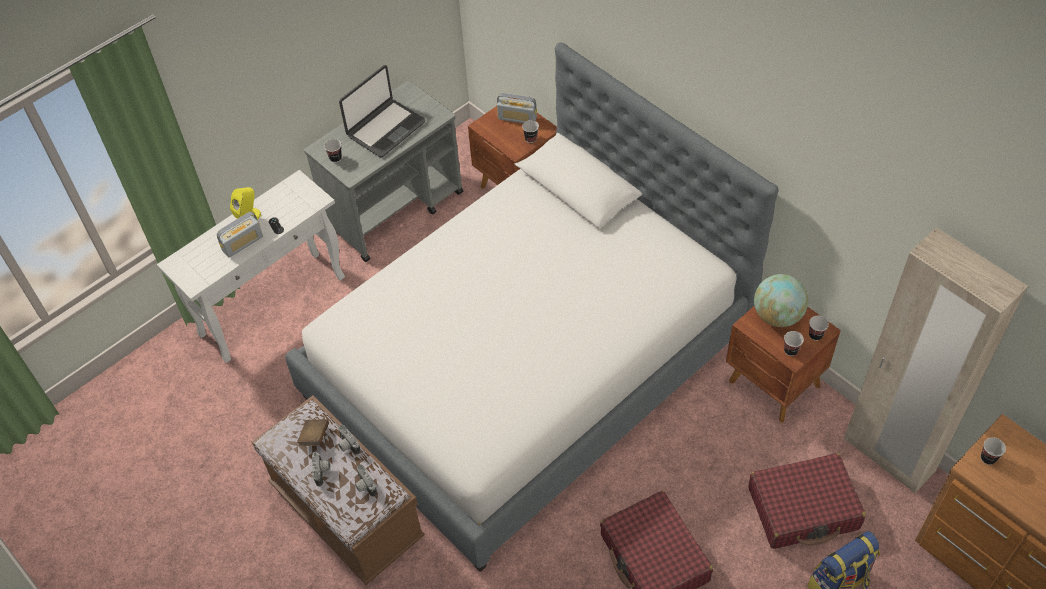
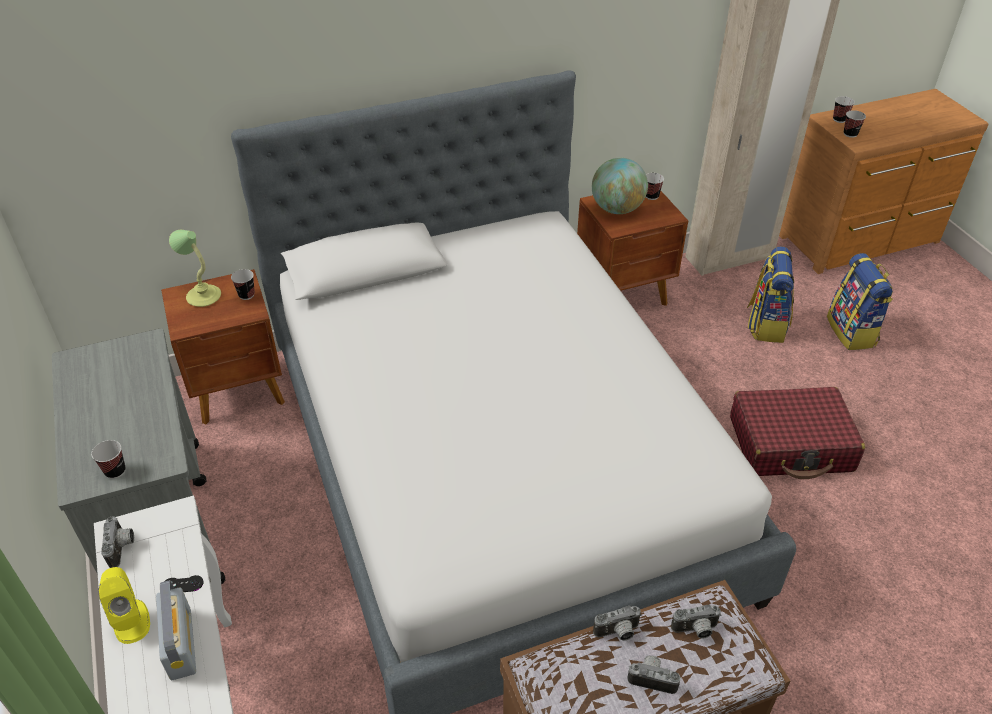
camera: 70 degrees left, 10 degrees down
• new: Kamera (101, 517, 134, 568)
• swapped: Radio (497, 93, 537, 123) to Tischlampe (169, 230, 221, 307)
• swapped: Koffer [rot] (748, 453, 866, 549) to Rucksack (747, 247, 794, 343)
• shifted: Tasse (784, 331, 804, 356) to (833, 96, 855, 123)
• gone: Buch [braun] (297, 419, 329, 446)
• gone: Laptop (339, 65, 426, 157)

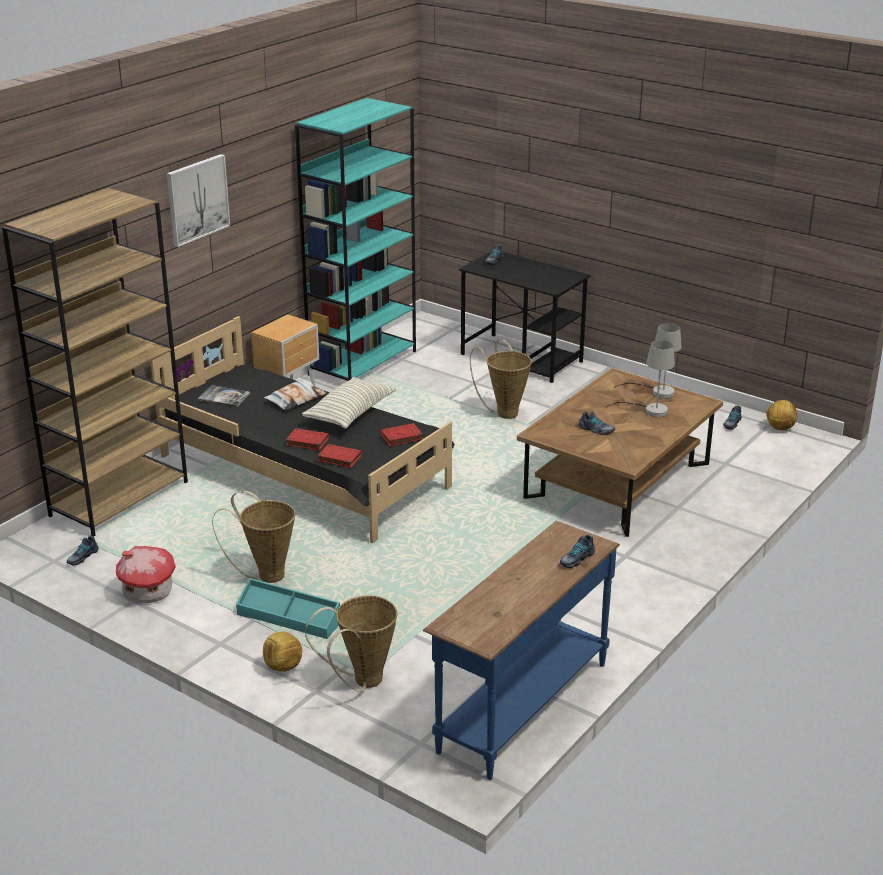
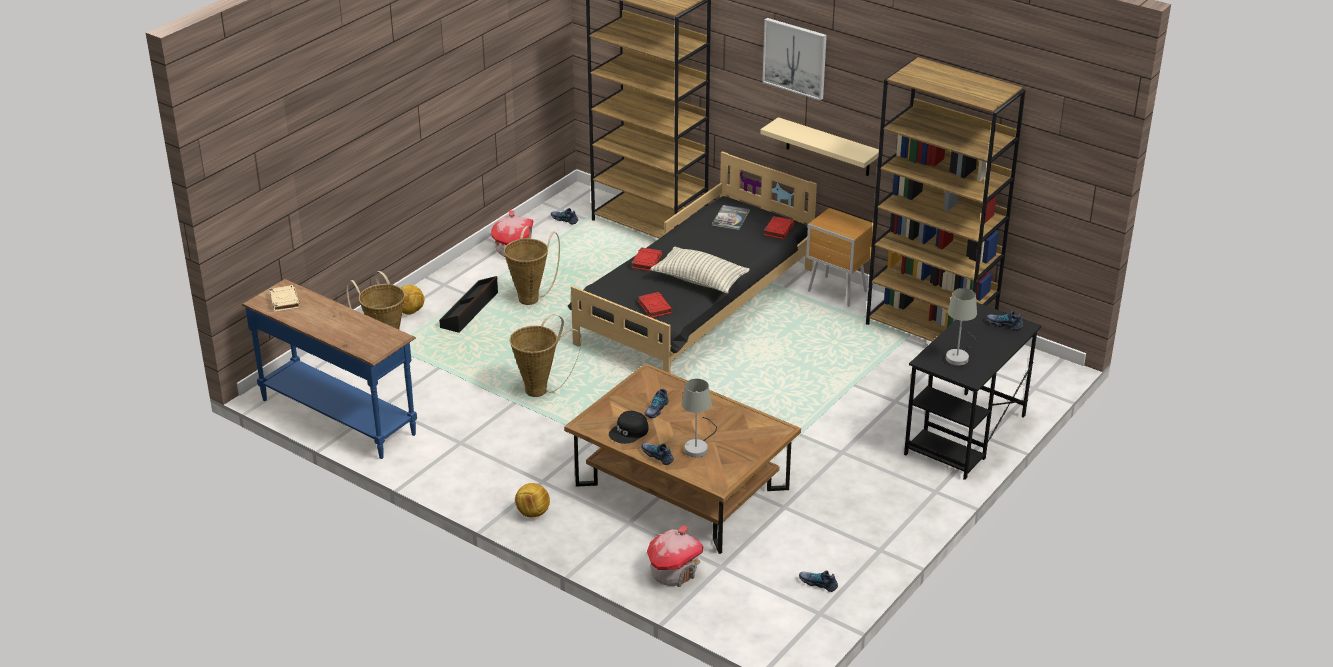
camera: 90 degrees right, 5 degrees up
• new: Buch [beige] (269, 285, 300, 312)
• repainted: Aufbewahrungsbox [türkis] (236, 578, 340, 639) to Aufbewahrungsbox [schwarz] (439, 276, 498, 333)
• shifted: Korb (470, 340, 532, 419) to (510, 315, 581, 397)
• shifted: Fußball (766, 400, 797, 430) to (515, 483, 550, 518)
• new: Kappe [schwarz] (609, 411, 648, 444)
• shifted: Schuh (560, 535, 595, 568) to (641, 442, 674, 465)
• new: Spielzeughaus (647, 525, 703, 587)
• new: Wandregal [beige] (760, 117, 879, 176)
• shifted: Buch [rot] (317, 444, 362, 468) to (764, 216, 795, 239)
• repainted: Bücherregal [türkis] (295, 98, 416, 381) to Bücherregal [braun] (866, 57, 1025, 342)
• shifted: Tischlampe [grau] (614, 323, 682, 399) to (946, 288, 977, 366)
• gone: Kissen (264, 379, 326, 411)

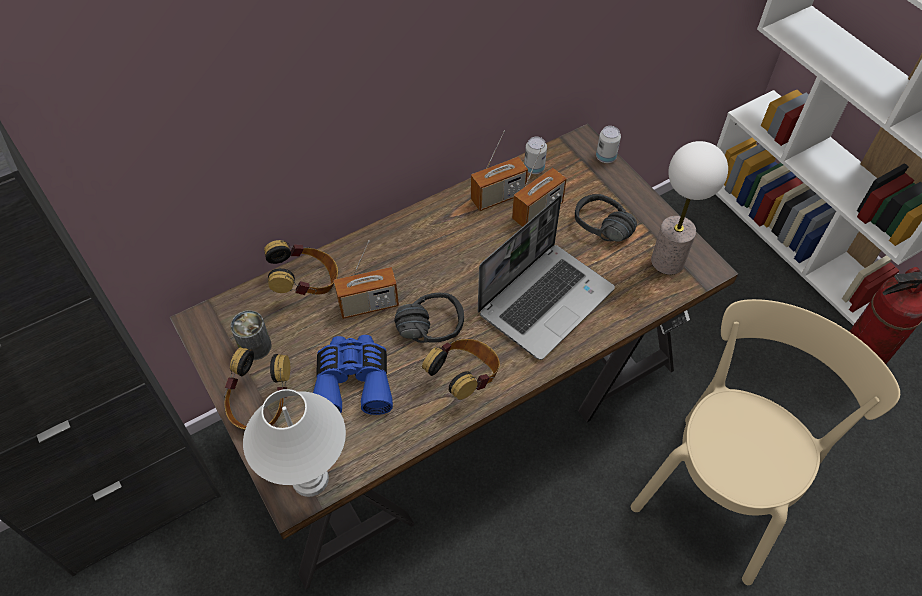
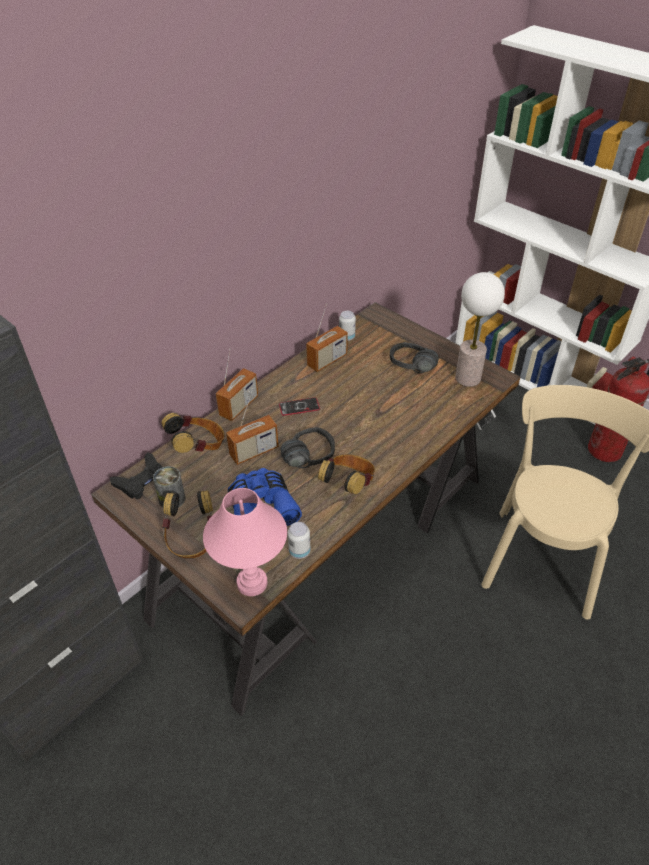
camera: 15 degrees left, 10 degrees down
• new: Gamepad [schwarz] (110, 452, 162, 499)
• repainted: Tischlampe [weiß] (243, 389, 346, 497) to Tischlampe [rosa] (203, 488, 287, 596)
• shifted: Radio (512, 144, 567, 227) to (216, 348, 258, 421)
• new: Handy (279, 397, 320, 416)
• shifted: Dose (596, 126, 621, 163) to (288, 522, 310, 559)
• gone: Laptop (478, 195, 615, 360)

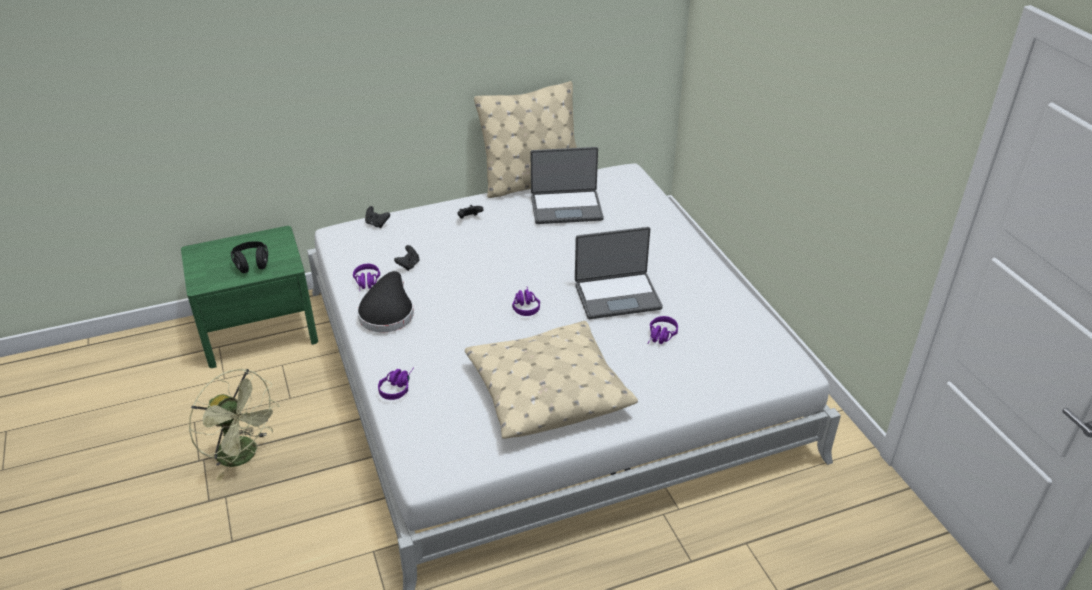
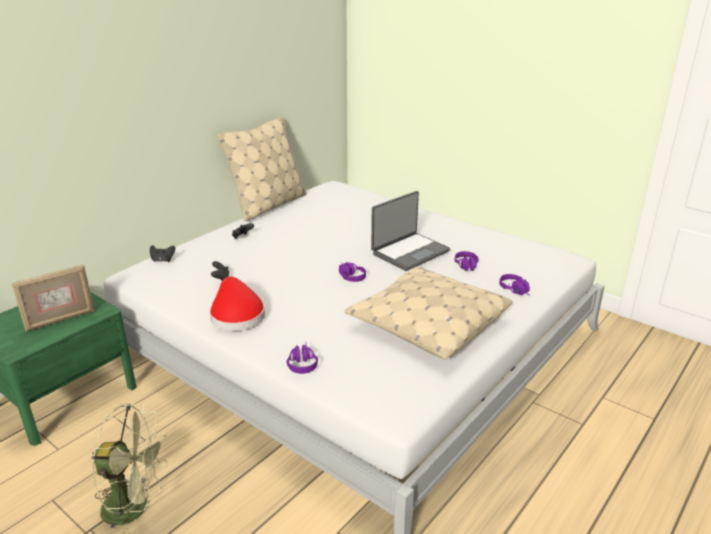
camera: 30 degrees left, 10 degrees down
• swapped: Kopfhörer [schwarz] (231, 241, 268, 273) to Bilderrahmen (12, 265, 95, 332)
• repainted: Hut [schwarz] (357, 271, 414, 333) to Hut [rot] (209, 276, 265, 331)
• shifted: Kopfhörer [lila] (353, 264, 380, 292) to (500, 274, 530, 295)
• gone: Laptop (531, 147, 604, 224)

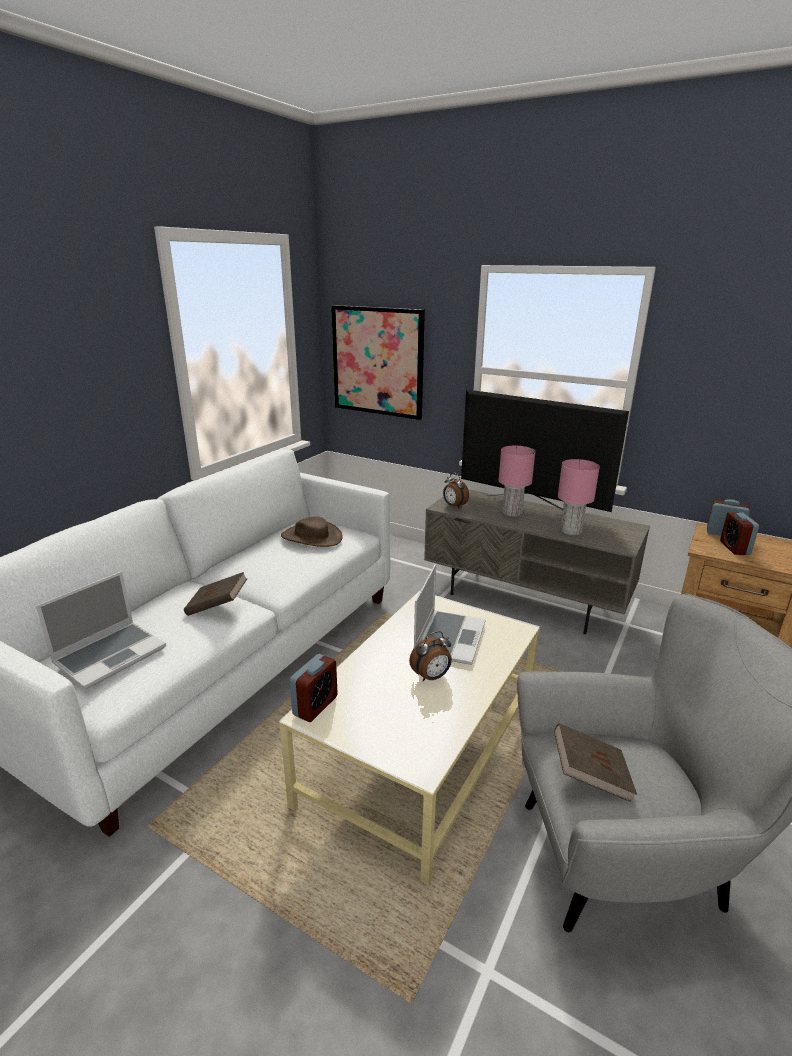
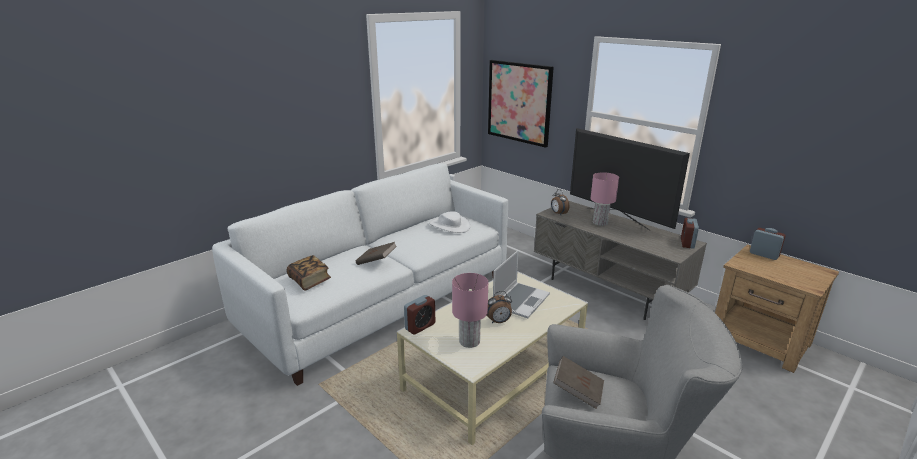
camera: 15 degrees right, 0 degrees up
• swapped: Laptop (36, 571, 166, 689) to Buch (287, 255, 331, 291)
• repainted: Hut [braun] (281, 516, 343, 547) to Hut [weiß] (429, 211, 471, 233)
• shifted: Tischlampe [rosa] (558, 459, 600, 535) to (452, 273, 488, 348)
• shifted: Wecker (720, 512, 759, 555) to (681, 218, 699, 249)

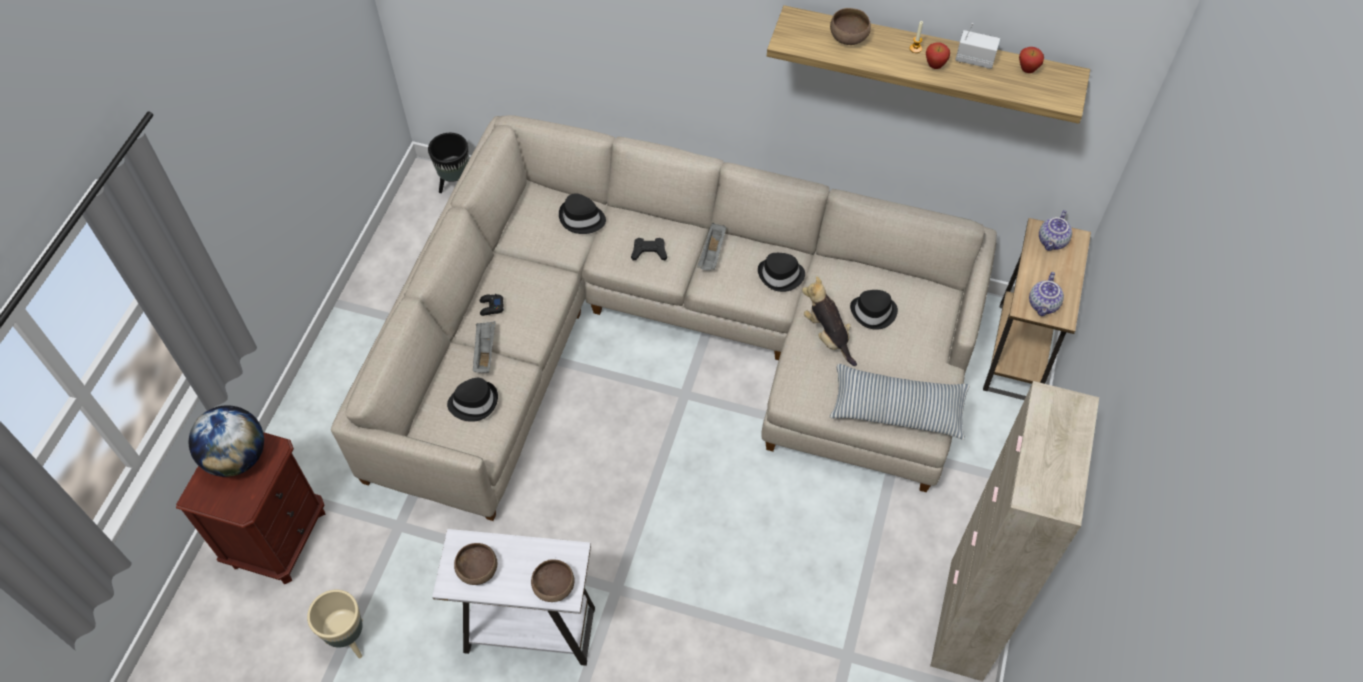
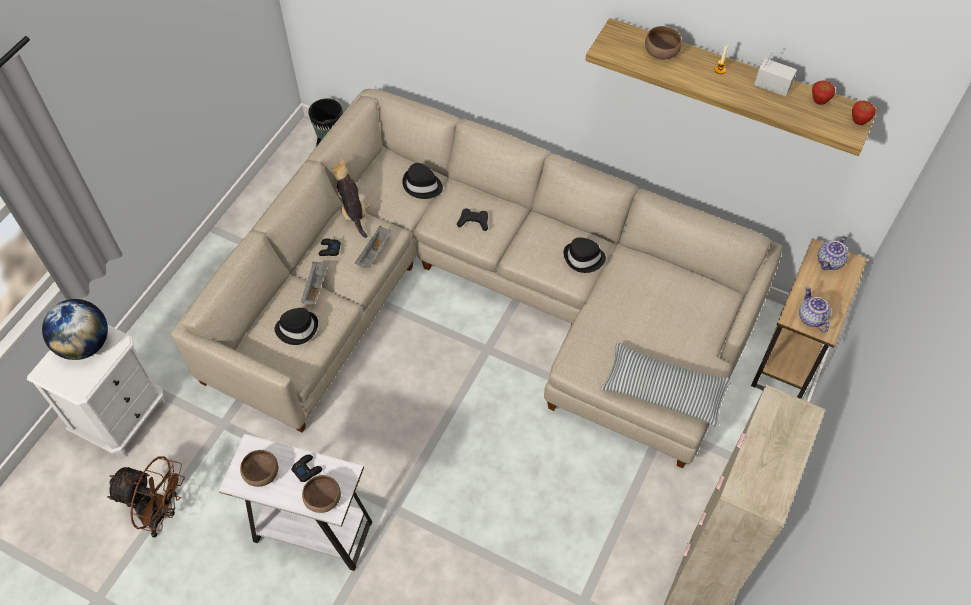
camera: 10 degrees right, 0 degrees up
• repainted: Nachttisch [braun] (176, 432, 325, 584) to Nachttisch [weiß] (27, 325, 165, 458)
• swapped: Pflanzkübel [beige] (307, 590, 363, 658) to Ventilator [braun] (107, 456, 185, 538)
• new: Gamepad [schwarz] (292, 454, 322, 482)
• shifted: Plüschtier (802, 276, 857, 366) to (332, 158, 370, 238)
• shifted: Tablett [grau] (697, 223, 726, 270) to (355, 226, 391, 268)
• rotated: Teekanne (1029, 272, 1064, 316) = (799, 286, 831, 332) 135 degrees clockwise
• shifted: Apfel (926, 42, 950, 69) to (852, 101, 876, 125)
• gone: Hut [schwarz] (850, 290, 898, 330)

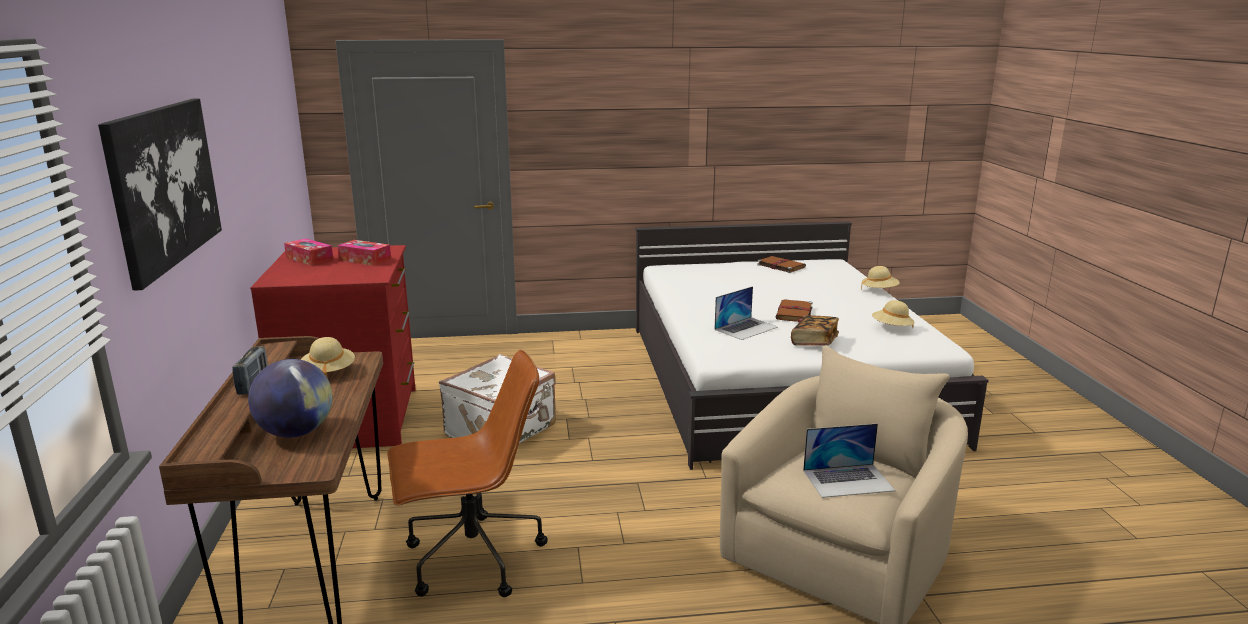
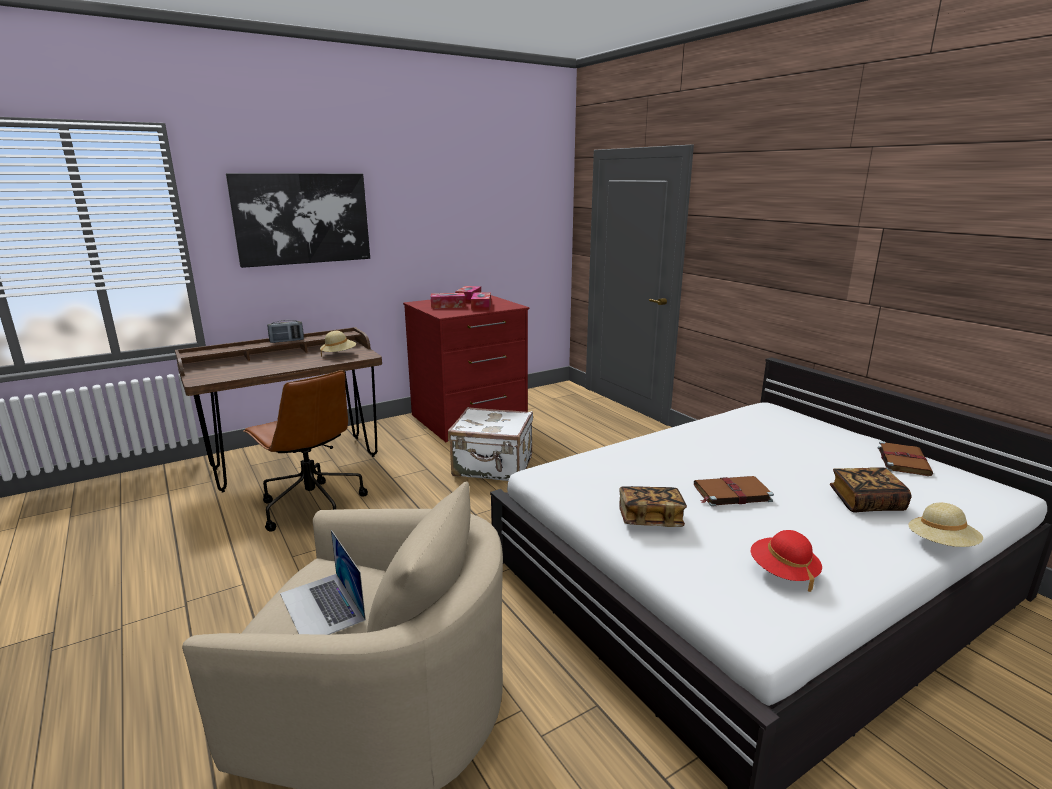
camera: 65 degrees right, 0 degrees up
• new: Taschentuchbox (431, 293, 465, 309)
• repainted: Hut [beige] (872, 300, 915, 327) to Hut [rot] (751, 530, 822, 592)
• new: Buch (830, 467, 911, 512)
• gone: Globus (248, 359, 333, 438)
• gone: Laptop (714, 286, 778, 340)

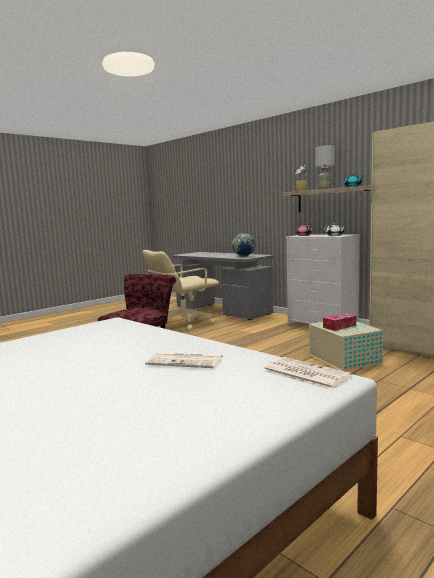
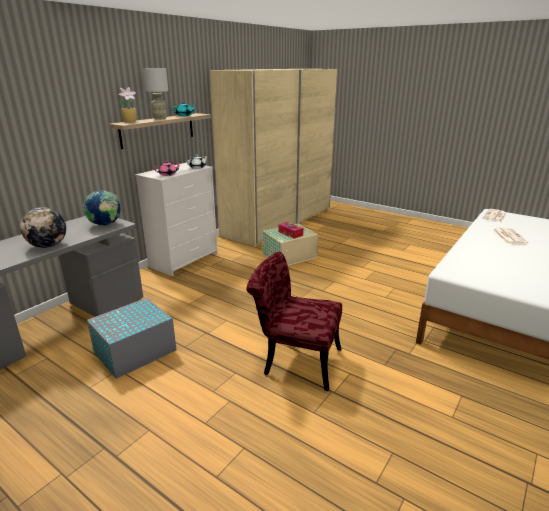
camera: 100 degrees left, 15 degrees up
• new: Globus (20, 207, 66, 248)
• swapped: Bürostuhl [beige] (142, 250, 219, 330) to Aufbewahrungsbox [grau] (87, 298, 176, 379)

